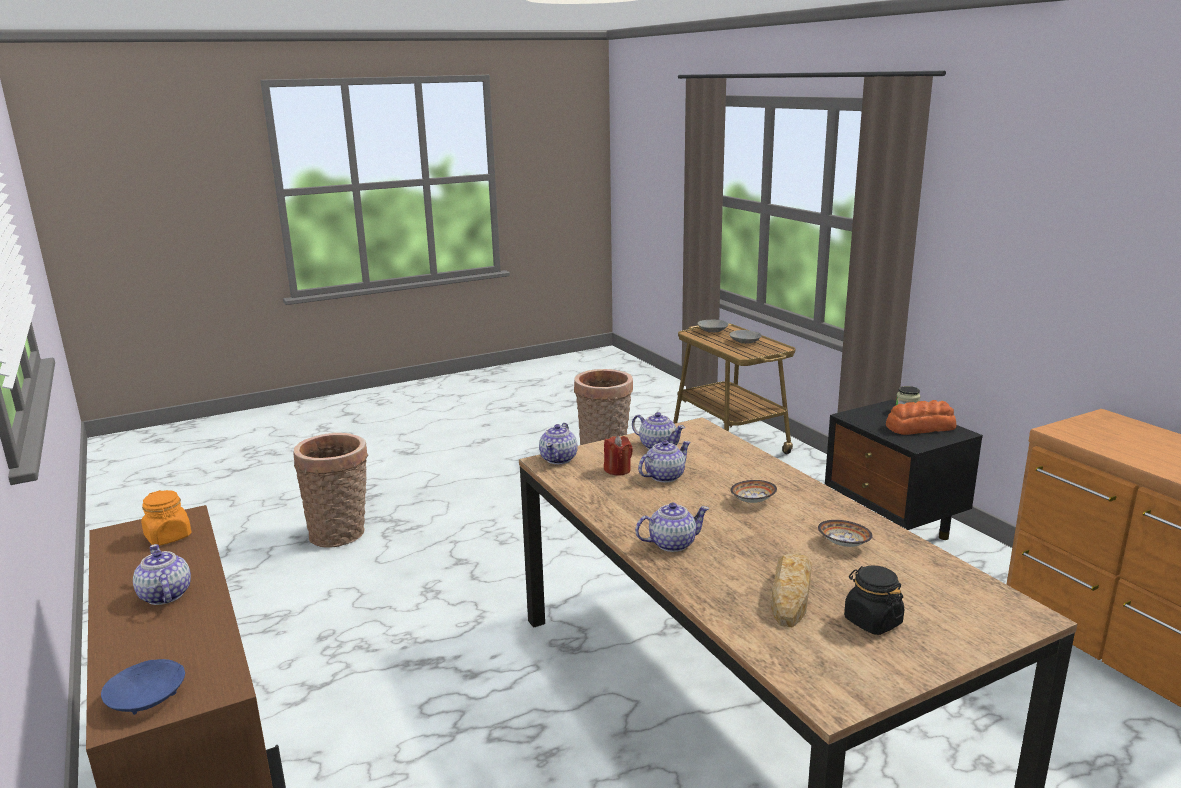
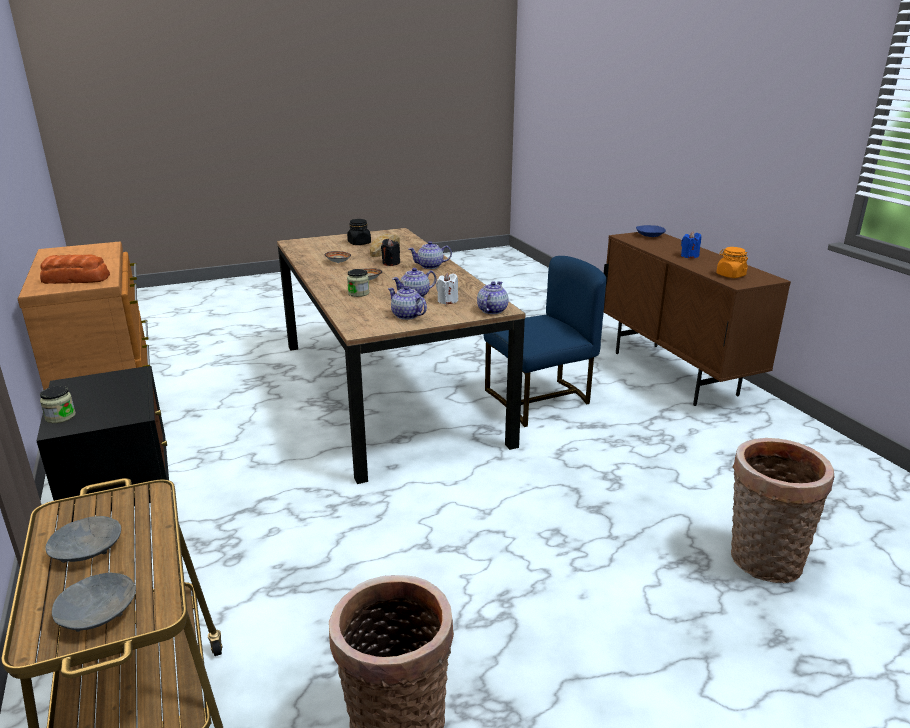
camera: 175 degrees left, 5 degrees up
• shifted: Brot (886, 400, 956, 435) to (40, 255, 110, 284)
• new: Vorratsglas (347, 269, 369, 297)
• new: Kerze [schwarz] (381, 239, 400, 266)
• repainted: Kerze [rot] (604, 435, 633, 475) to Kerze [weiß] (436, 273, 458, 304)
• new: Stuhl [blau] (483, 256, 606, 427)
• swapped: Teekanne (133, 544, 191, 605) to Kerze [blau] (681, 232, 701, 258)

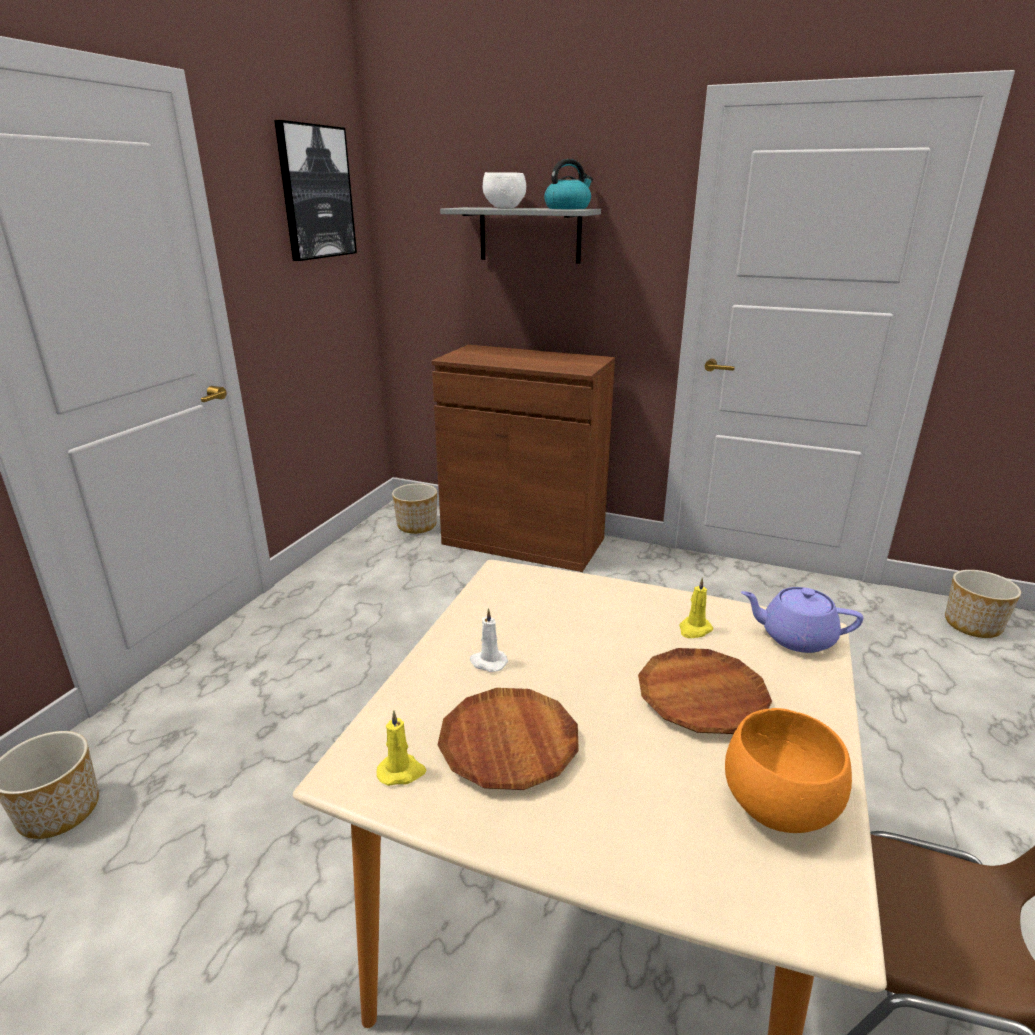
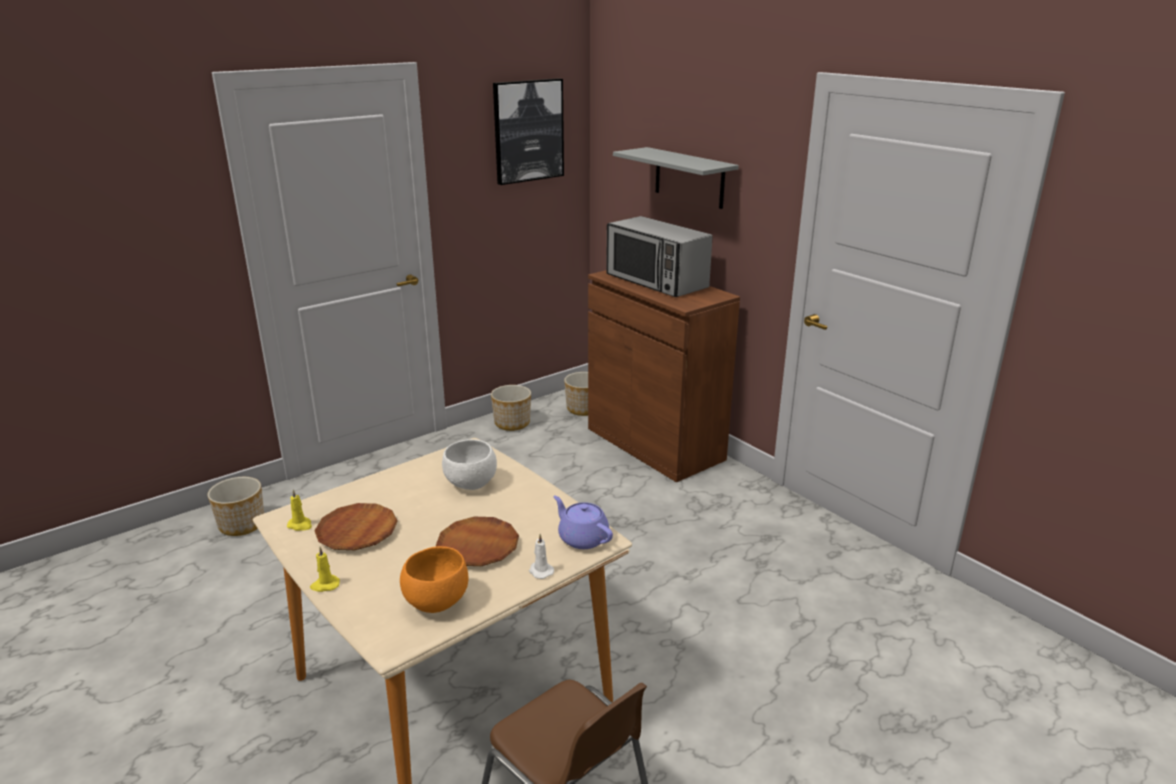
camera: 30 degrees right, 0 degrees up
• shifted: Kerze [gelb] (679, 578, 713, 638) to (310, 547, 340, 592)
• shifted: Schüssel [weiß] (483, 172, 526, 208) to (442, 439, 497, 490)
• shifted: Pflanzkübel (945, 570, 1021, 638) to (491, 385, 531, 431)
• shifted: Kerze [weiß] (470, 608, 508, 672) to (529, 534, 554, 579)
• new: Mikrowelle (606, 216, 713, 297)
• gone: Wasserkessel (544, 159, 593, 209)

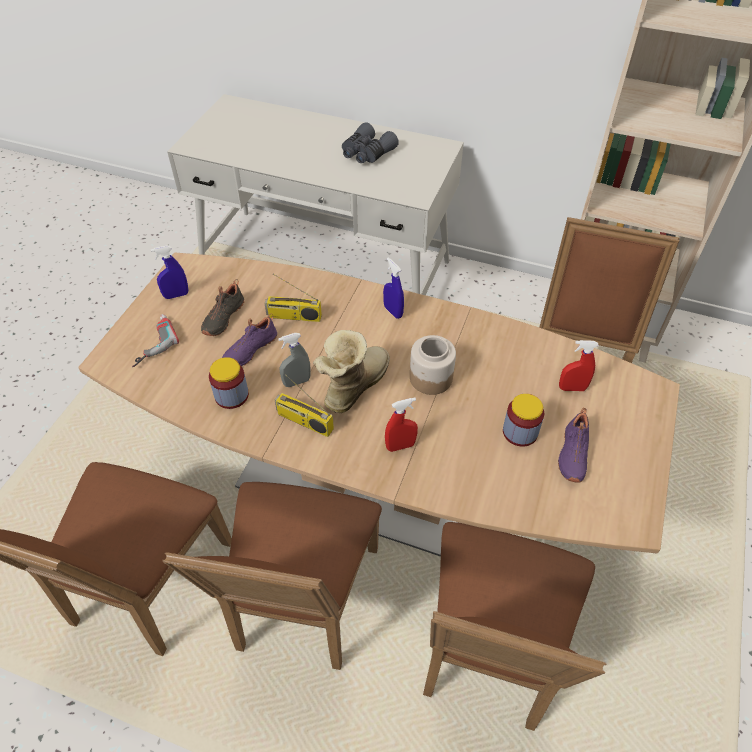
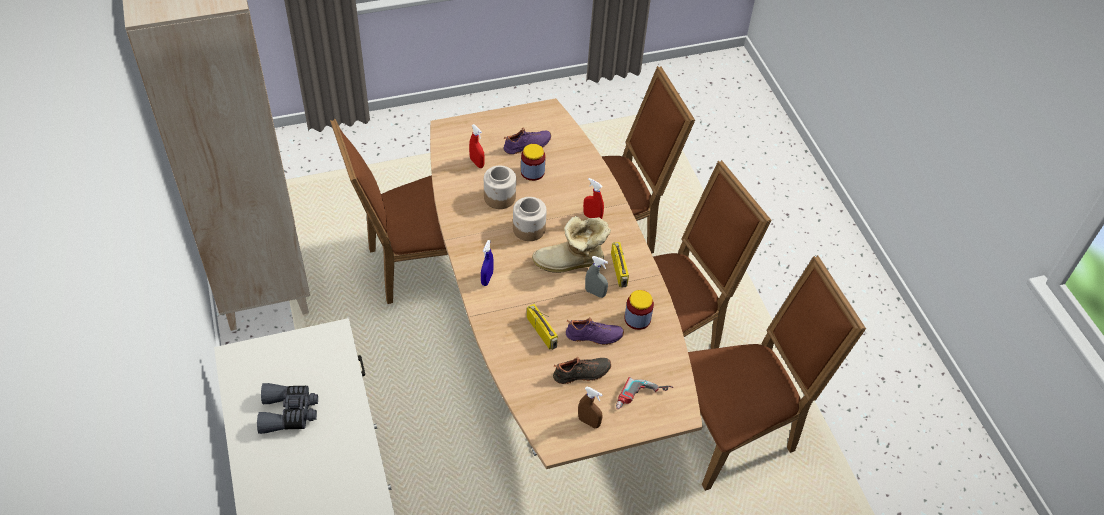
camera: 130 degrees left, 0 degrees up
• new: Vorratsglas (484, 166, 516, 209)
• repainted: Sprühflasche [blau] (151, 245, 188, 299) to Sprühflasche [braun] (578, 386, 603, 428)

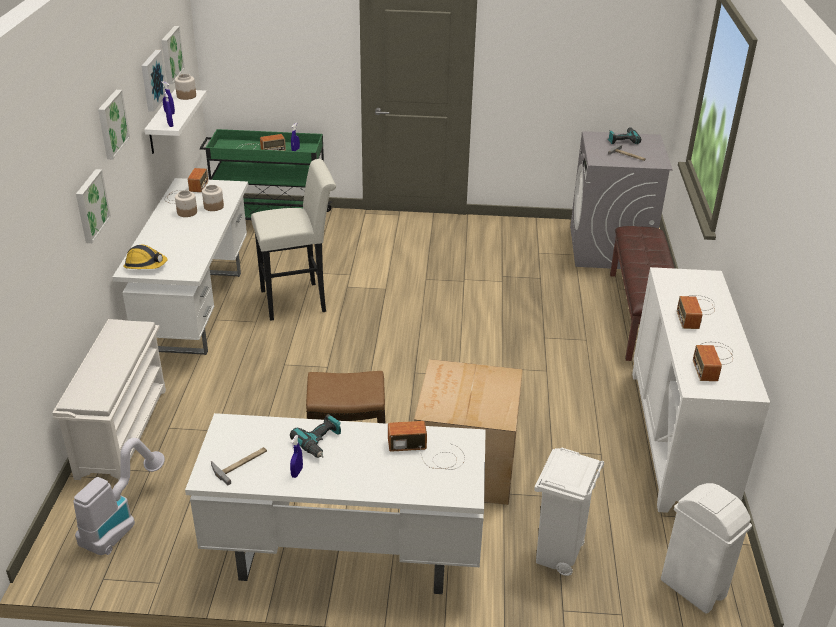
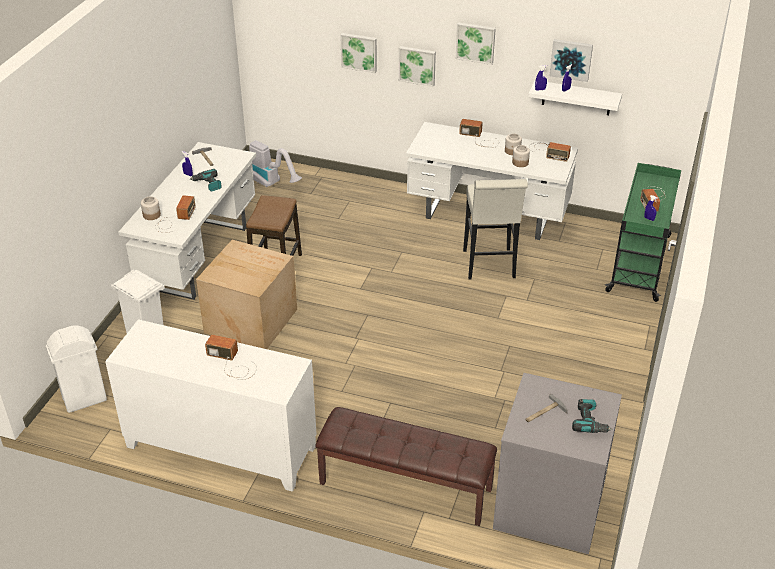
camera: 105 degrees right, 5 degrees up
• shifted: Vorratsglas (175, 74, 196, 100) to (141, 196, 161, 220)
• shifted: Bild (161, 26, 185, 84) to (340, 33, 377, 73)
• shifted: Radio (693, 342, 733, 381) to (459, 119, 499, 148)
• gone: Schuhregal [weiß] (52, 319, 166, 481)
• gone: Schutzhelm (124, 244, 168, 269)

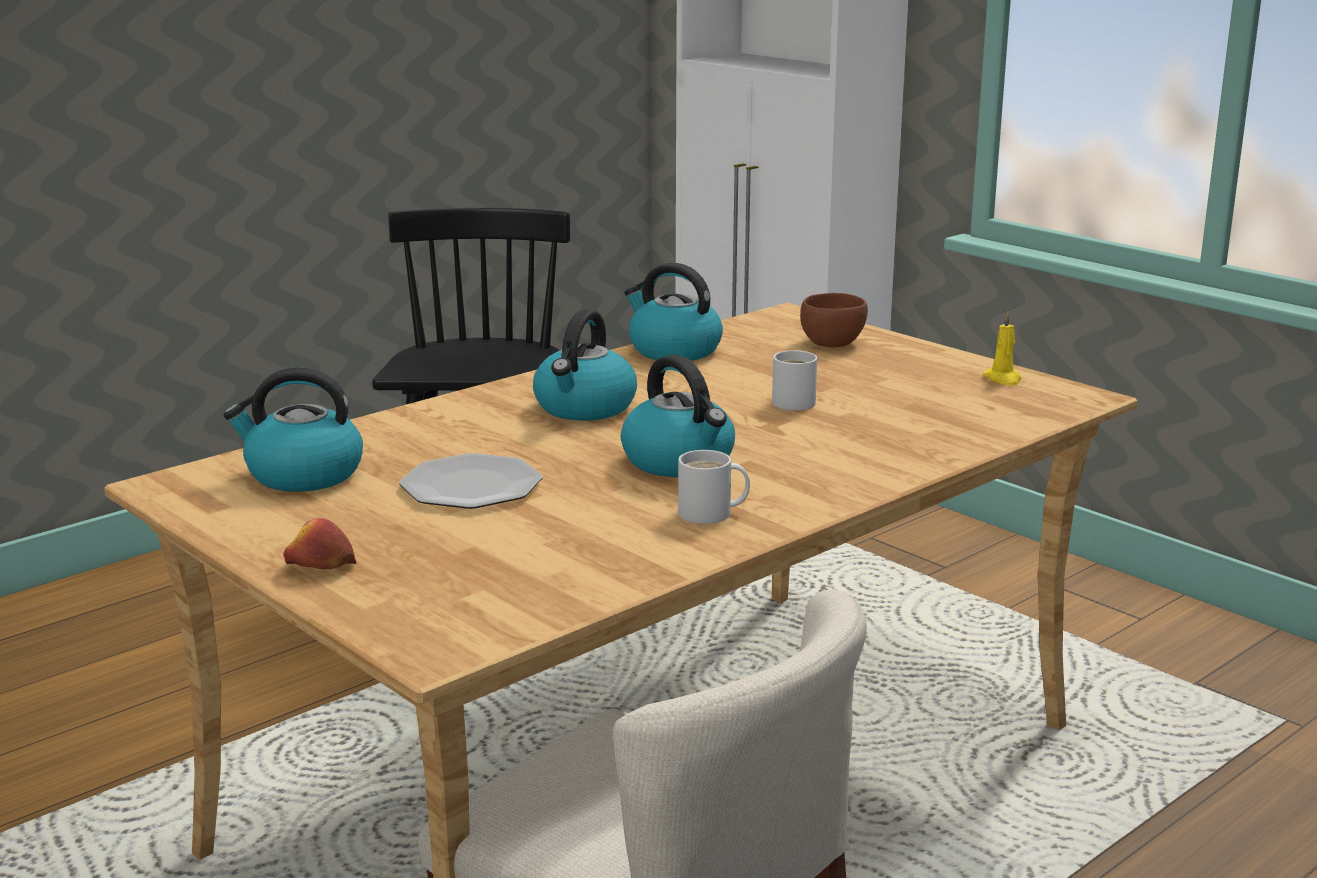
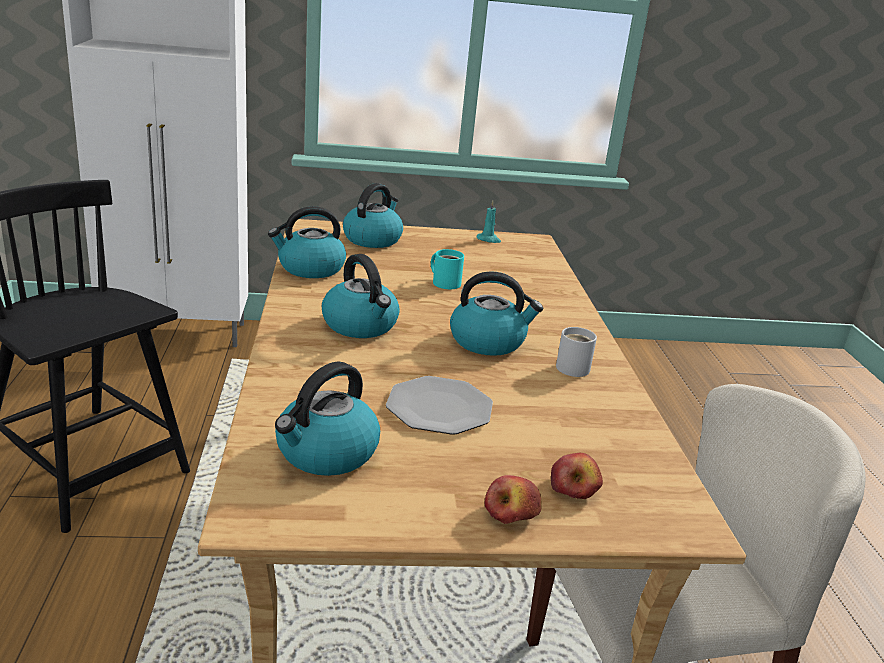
camera: 55 degrees left, 5 degrees up
• swapped: Schüssel [braun] (800, 293, 868, 347) to Wasserkessel (343, 183, 403, 248)
• repainted: Henkelbecher [weiß] (772, 350, 817, 411) to Henkelbecher [türkis] (431, 249, 464, 289)
• repainted: Kerze [gelb] (982, 311, 1021, 386) to Kerze [türkis] (476, 201, 501, 243)
• new: Apfel (551, 453, 603, 499)

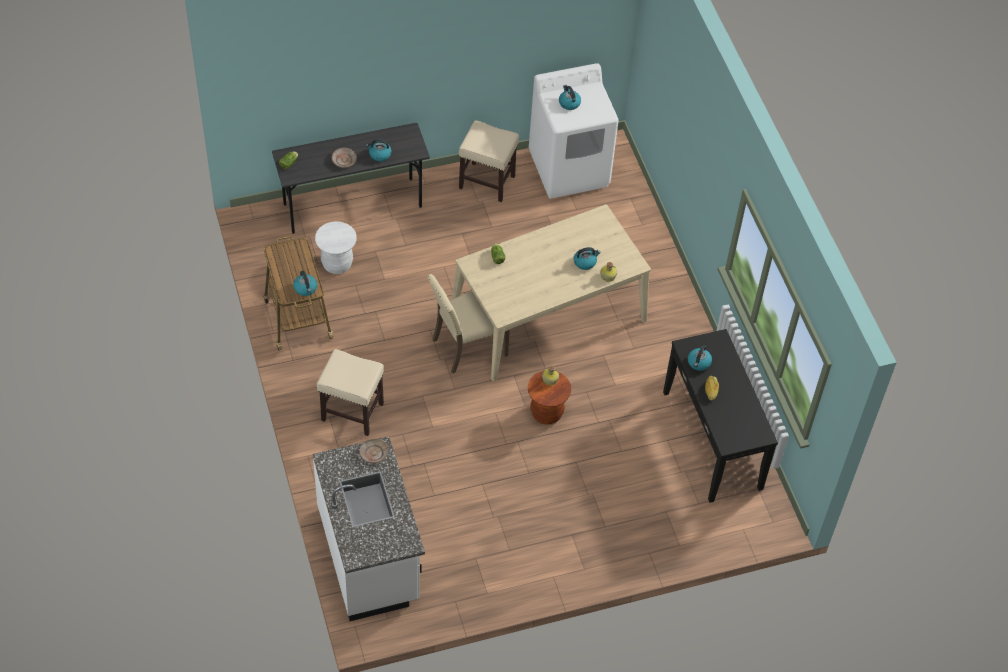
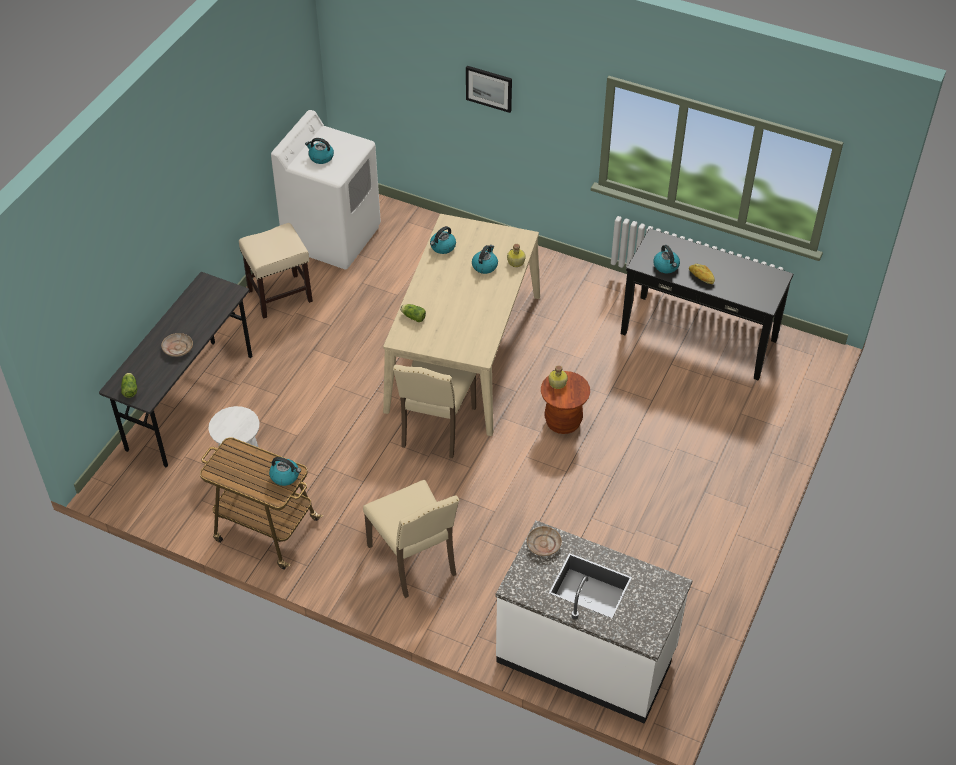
camera: 45 degrees left, 5 degrees down
• swapped: Hocker [beige] (317, 349, 384, 436) to Stuhl [beige] (363, 480, 459, 598)
• shifted: Wasserkessel (365, 139, 391, 161) to (430, 226, 456, 254)
• new: Bild (466, 66, 512, 113)

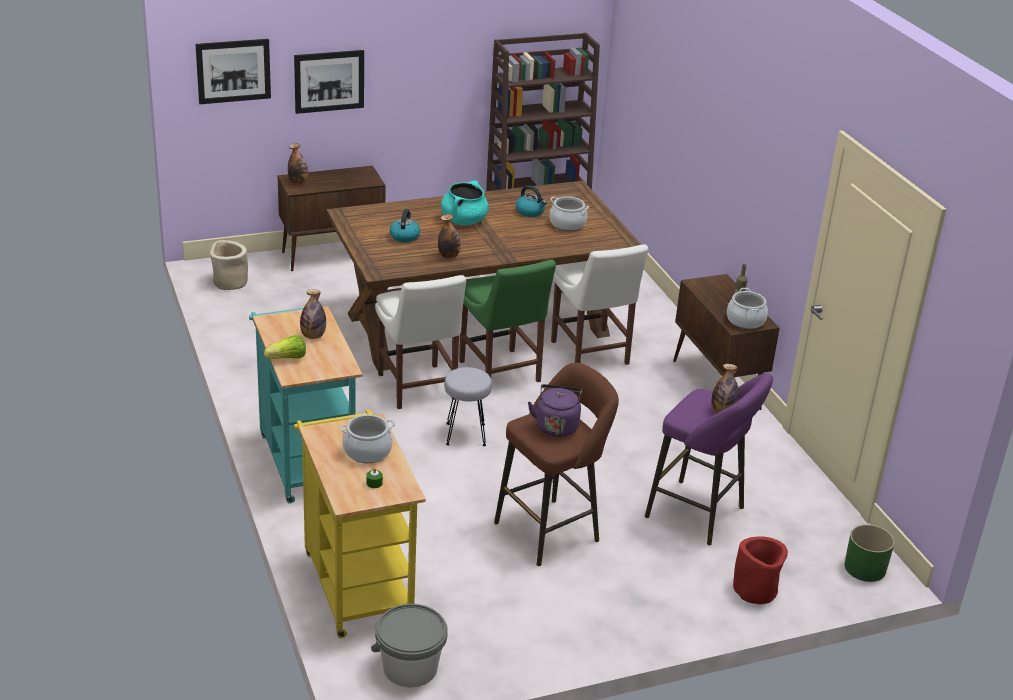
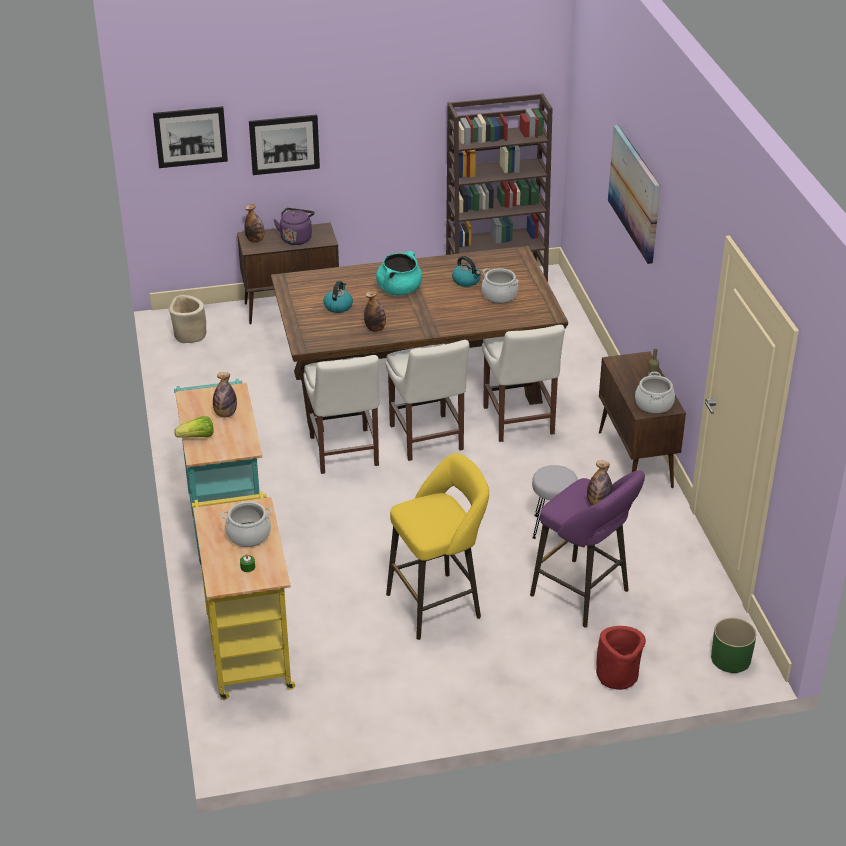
camera: 10 degrees right, 5 degrees up
• shifted: Wasserkessel [lila] (528, 384, 582, 437) to (274, 208, 314, 245)
• repainted: Stuhl [grün] (459, 260, 556, 382) to Stuhl [weiß] (386, 340, 469, 461)
• repainted: Hocker [braun] (494, 363, 619, 566) to Hocker [gelb] (386, 453, 489, 640)
• shifted: Hocker [grau] (444, 367, 492, 446) to (532, 465, 578, 539)
• new: Bild (608, 125, 661, 264)
• gone: Eimer [grau] (371, 604, 448, 687)

